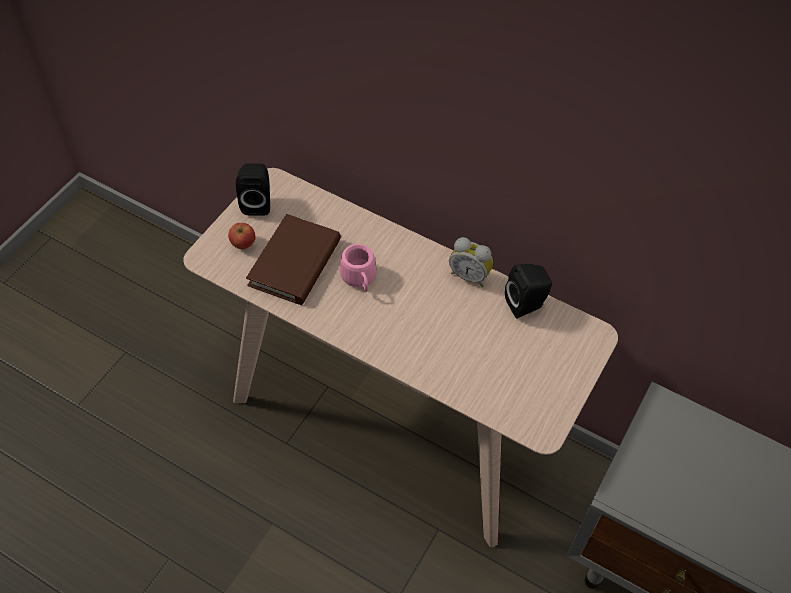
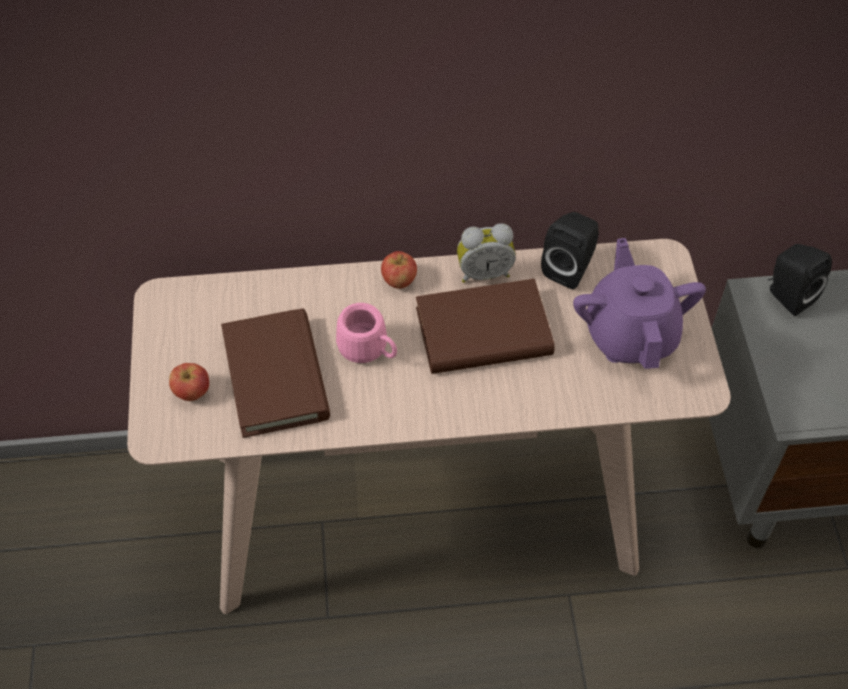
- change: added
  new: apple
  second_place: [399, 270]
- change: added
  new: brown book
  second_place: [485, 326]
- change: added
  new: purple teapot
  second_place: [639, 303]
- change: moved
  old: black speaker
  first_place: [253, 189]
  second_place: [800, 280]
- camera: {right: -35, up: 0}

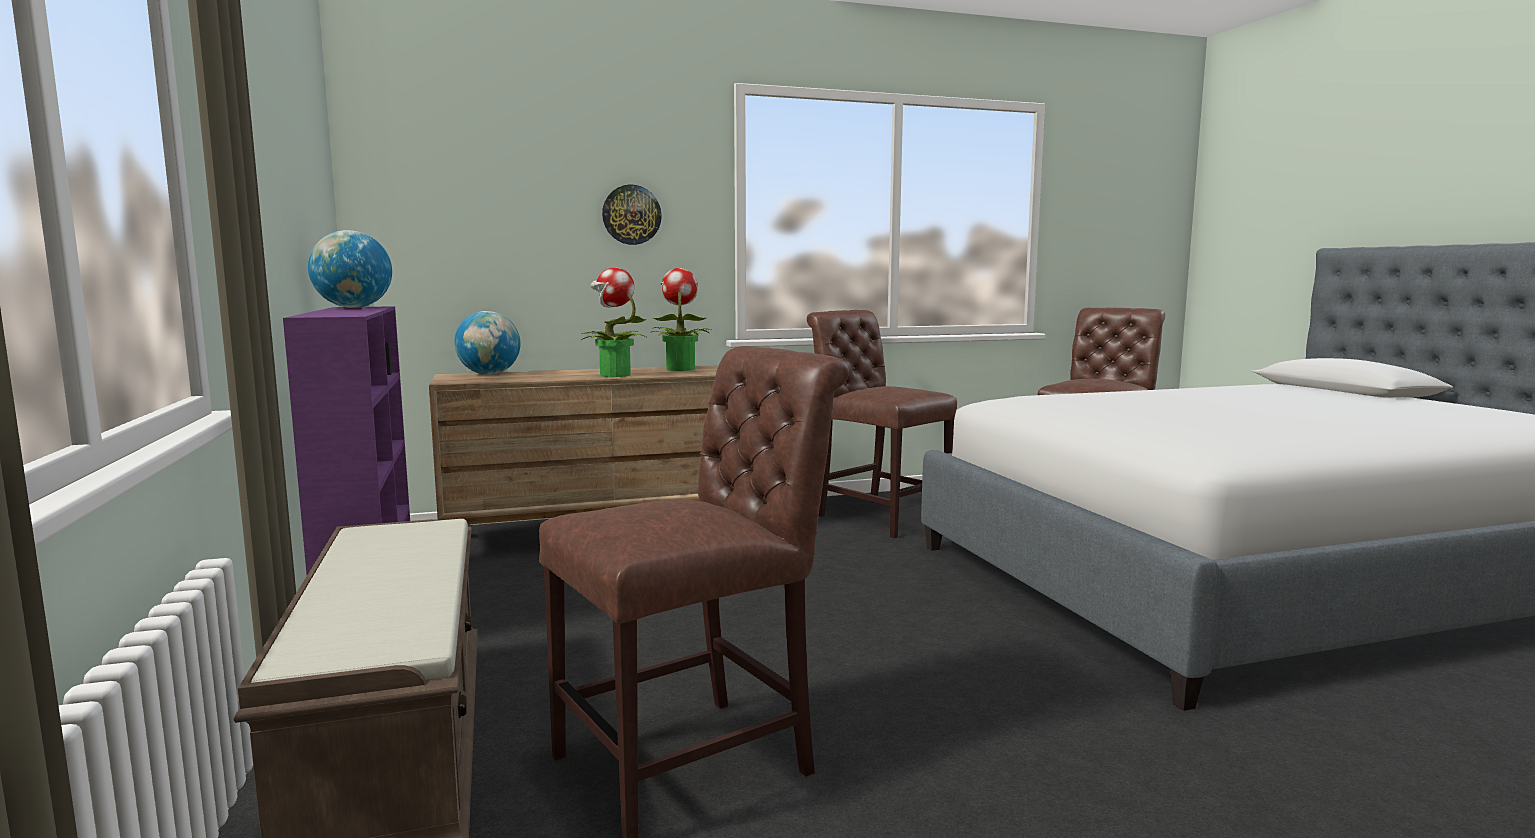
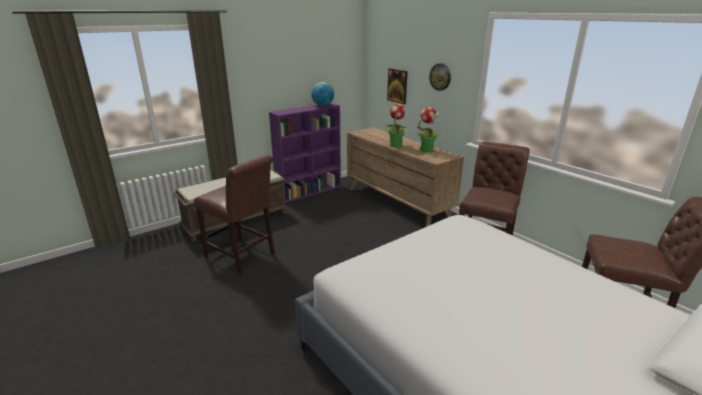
- change: added
  new: picture
  second_place: [397, 86]
- change: removed
  old: globe
  first_place: [487, 343]
- camera: {right: 70, up: 15}

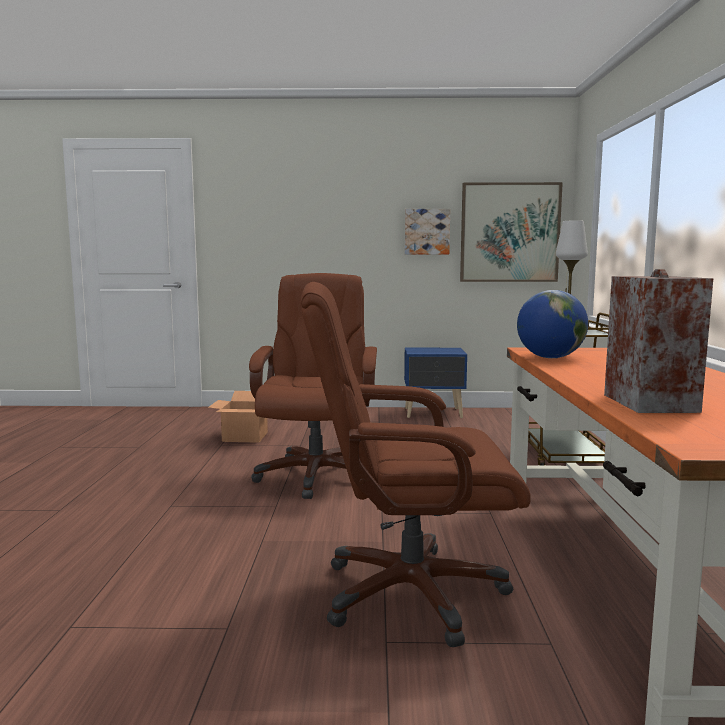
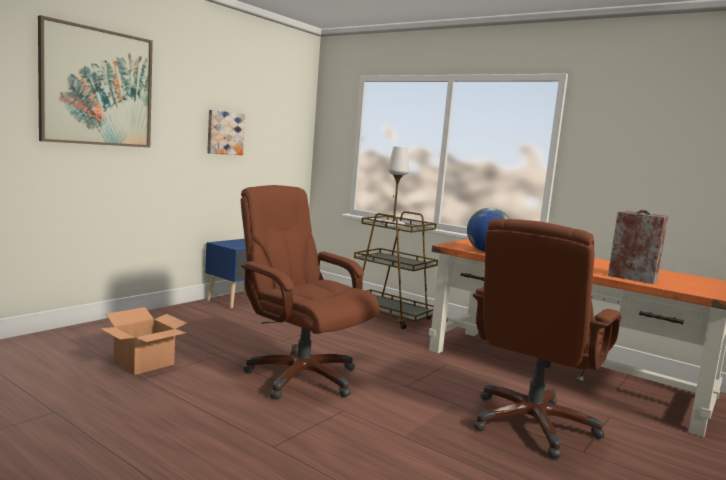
- change: moved
  old: picture
  first_place: [511, 232]
  second_place: [95, 81]
- camera: {right: -55, up: 0}

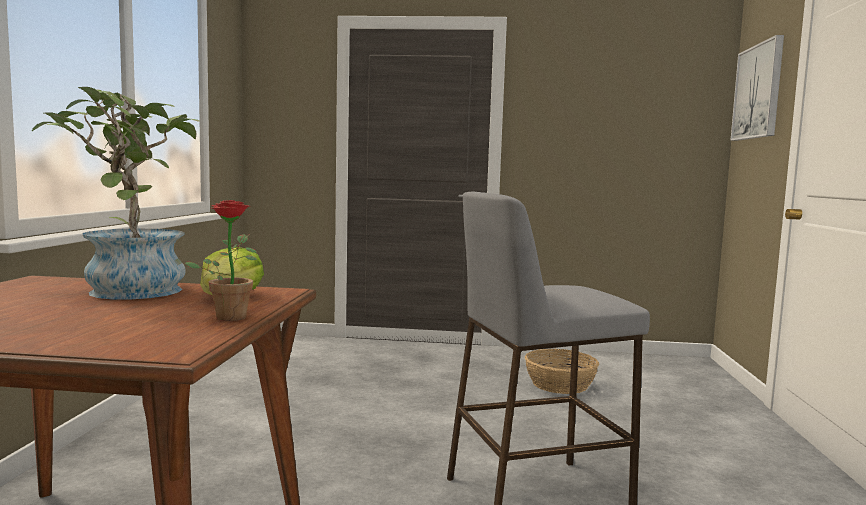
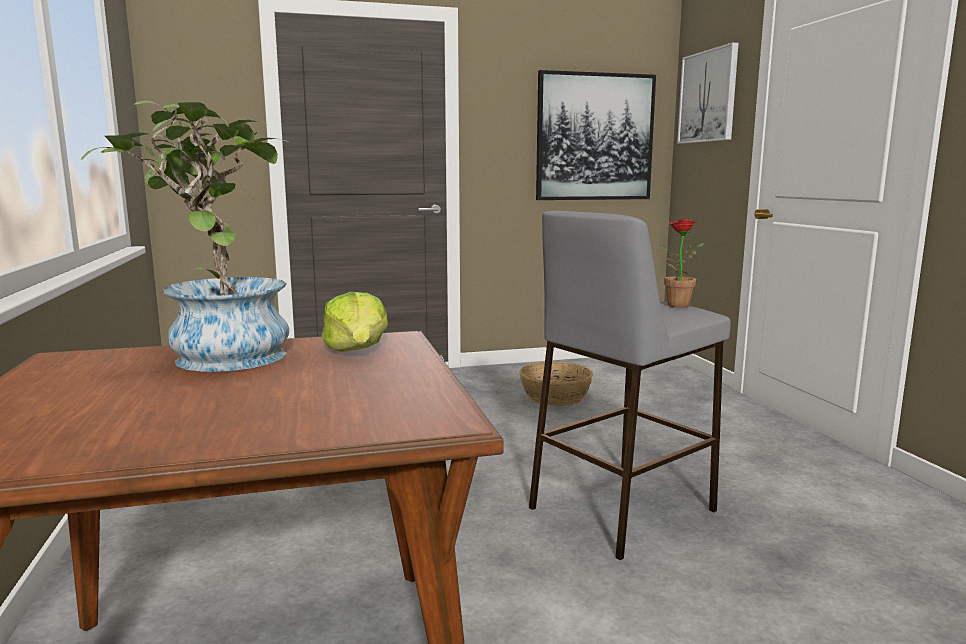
- change: added
  new: picture
  second_place: [596, 135]
- change: moved
  old: potted plant
  first_place: [221, 260]
  second_place: [682, 263]
- camera: {right: -20, up: 5}

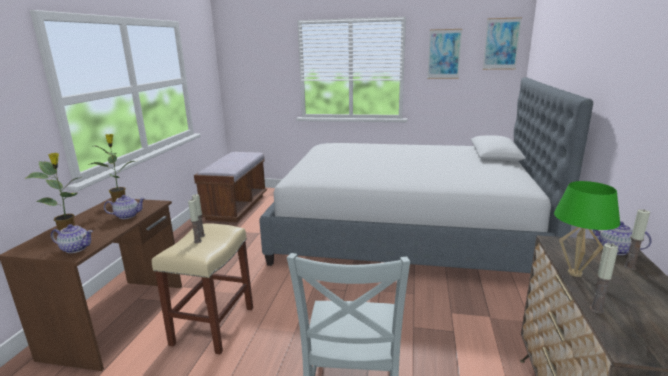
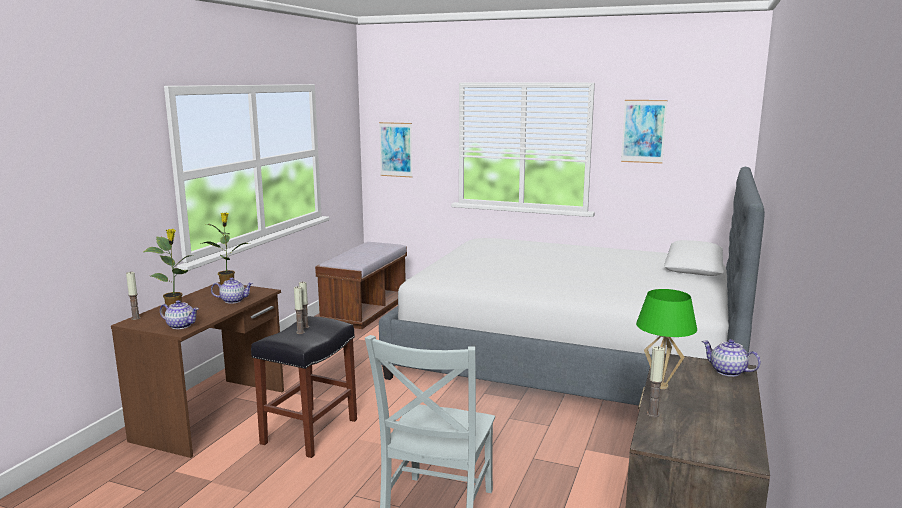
- change: moved
  old: candle
  first_place: [637, 239]
  second_place: [133, 296]
- change: recoloured
  old: beige stool
  new: black stool
  first_place: [202, 289]
  second_place: [304, 387]
- change: moved
  old: picture
  first_place: [502, 43]
  second_place: [395, 149]
- camera: {right: 10, up: -5}

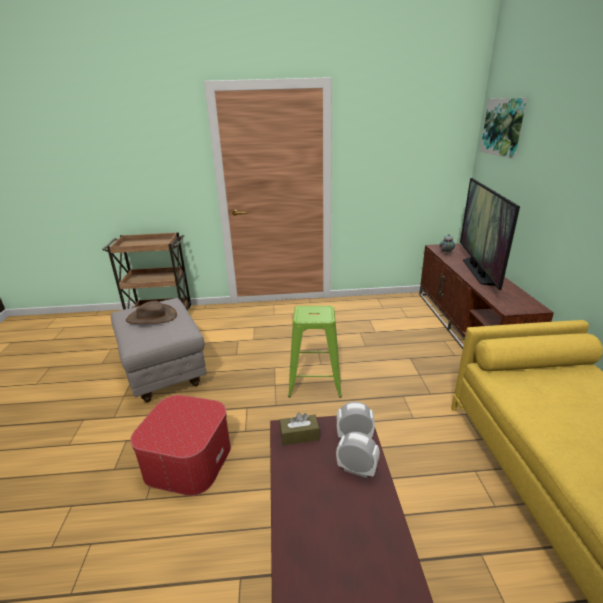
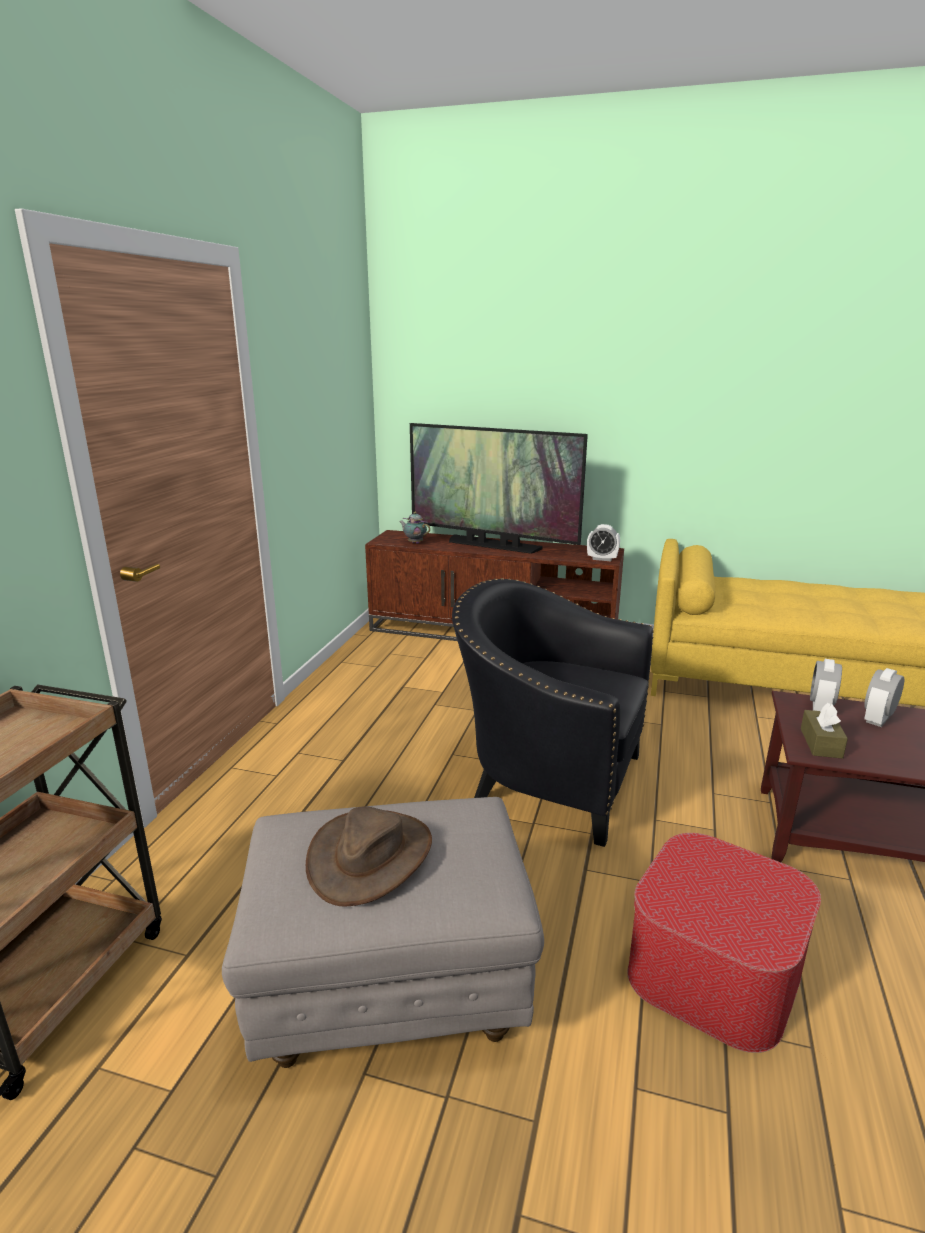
- change: replaced
  old: green stool
  new: black armchair
  first_place: [315, 352]
  second_place: [553, 712]
- change: added
  new: alarm clock
  second_place: [603, 542]
- change: removed
  old: picture
  first_place: [503, 128]
- camera: {right: -70, up: -5}

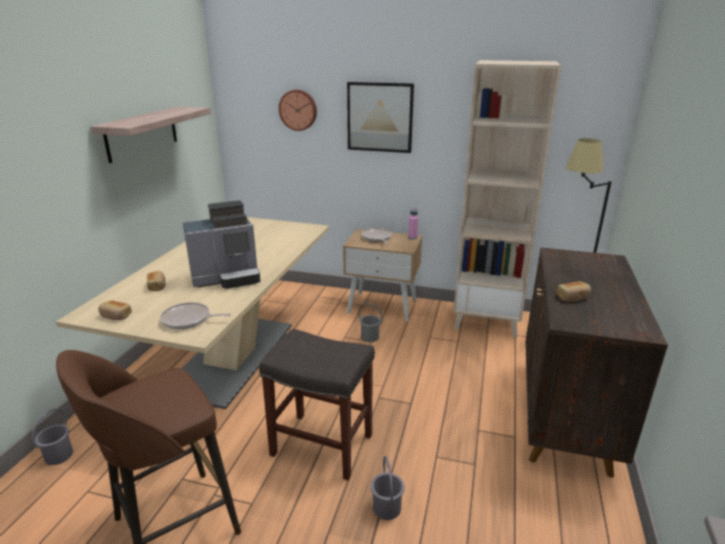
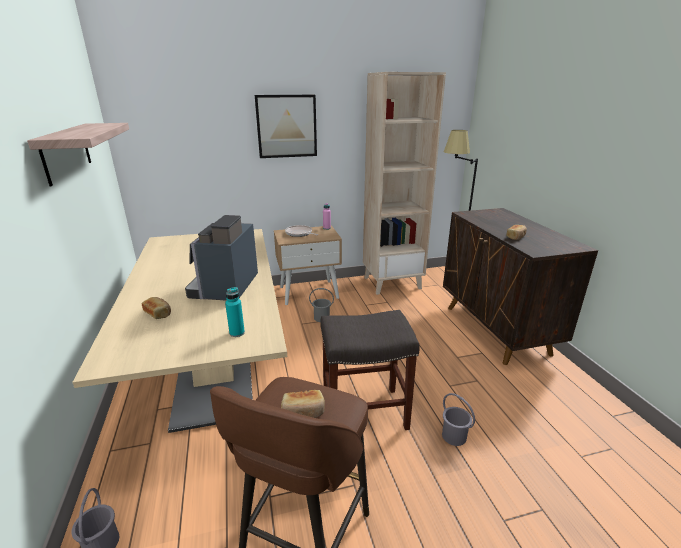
- change: turned
  old: coffee machine
  first_place: [222, 244]
  second_place: [221, 257]
  degrees: 150
- change: replaced
  old: frying pan
  new: turquoise bottle
  first_place: [195, 315]
  second_place: [235, 312]
- change: moved
  old: bread
  first_place: [115, 310]
  second_place: [303, 404]
- change: removed
  old: wall clock
  first_place: [298, 110]
- camera: {right: -30, up: 0}

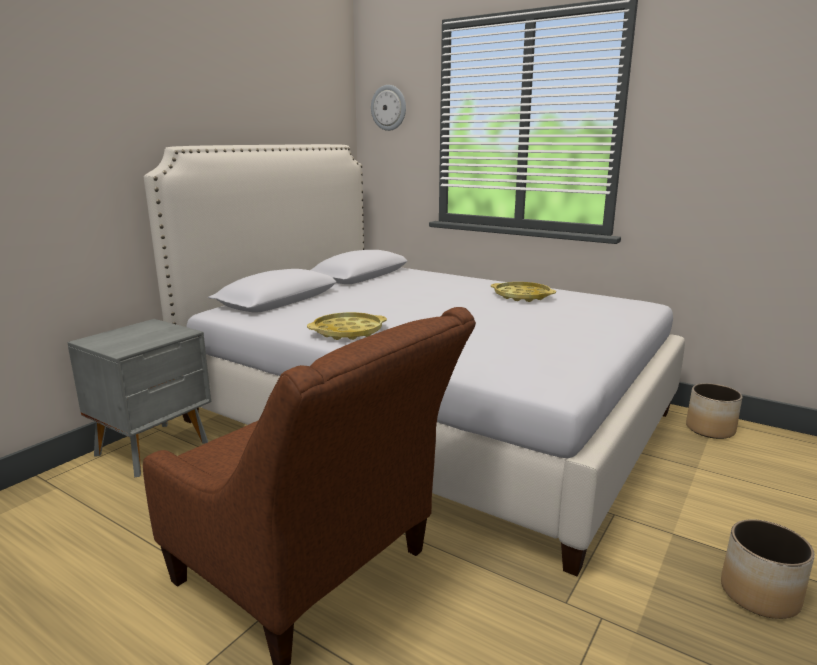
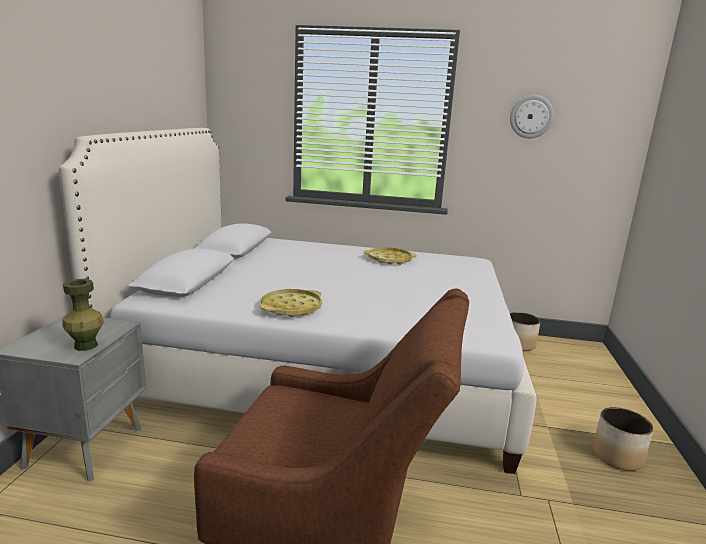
- change: added
  new: green vase
  second_place: [83, 315]
- change: moved
  old: wall clock
  first_place: [388, 108]
  second_place: [532, 116]
- camera: {right: -25, up: 0}

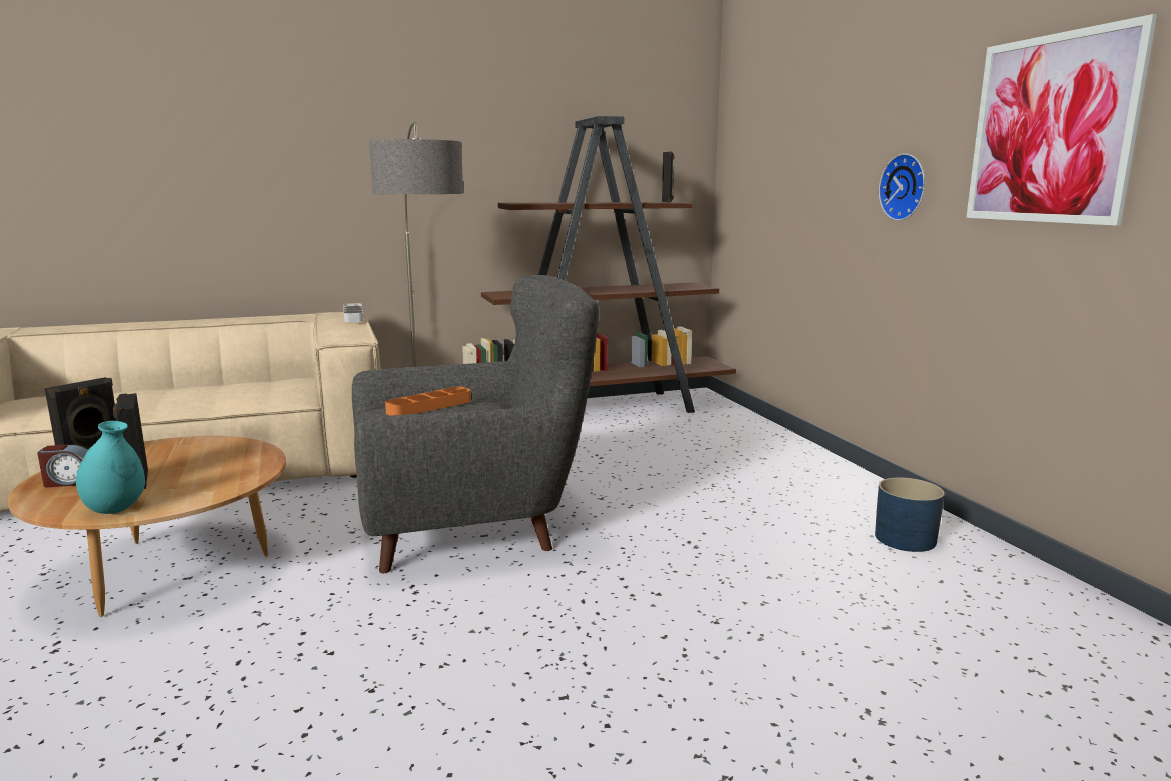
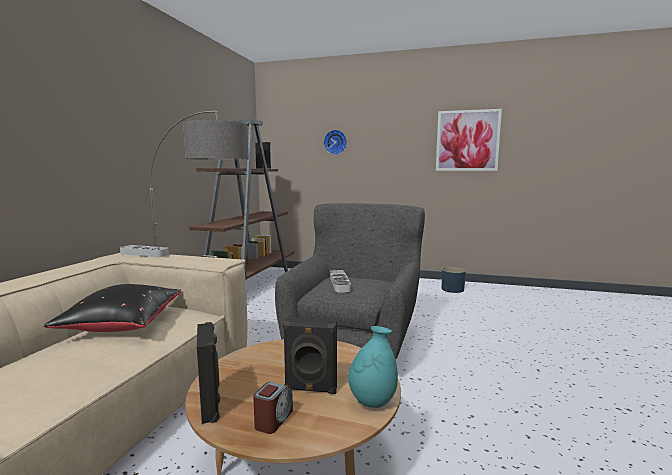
- change: added
  new: black pillow
  second_place: [112, 308]
- change: moved
  old: wall clock
  first_place: [902, 187]
  second_place: [335, 142]
- change: recoloured
  old: orange tray
  new: grey tray
  first_place: [428, 401]
  second_place: [340, 281]
- camera: {right: -55, up: -5}

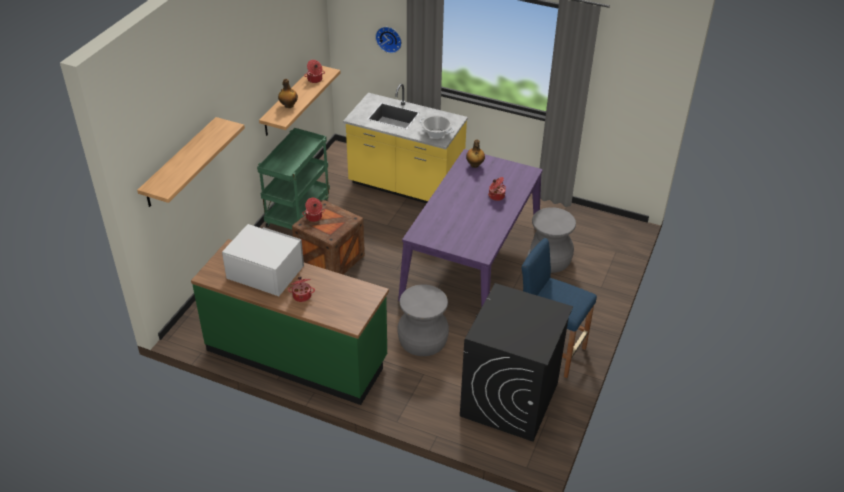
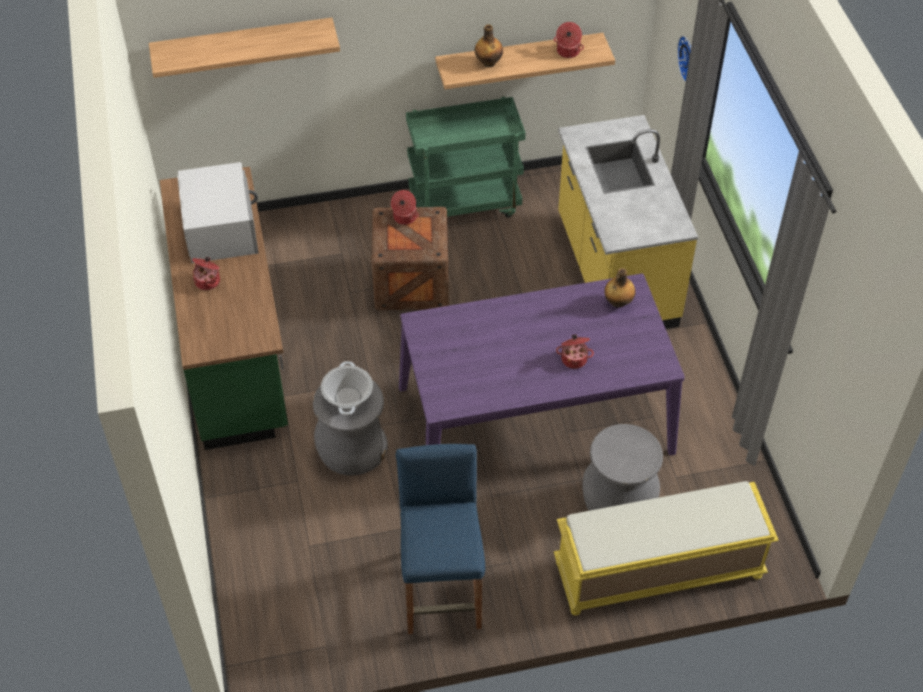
- change: moved
  old: cooking pot
  first_place: [437, 126]
  second_place: [347, 388]
- change: added
  new: yellow bench
  second_place: [666, 548]
- change: removed
  old: black washing machine
  first_place: [516, 362]
- camera: {right: 55, up: 10}

